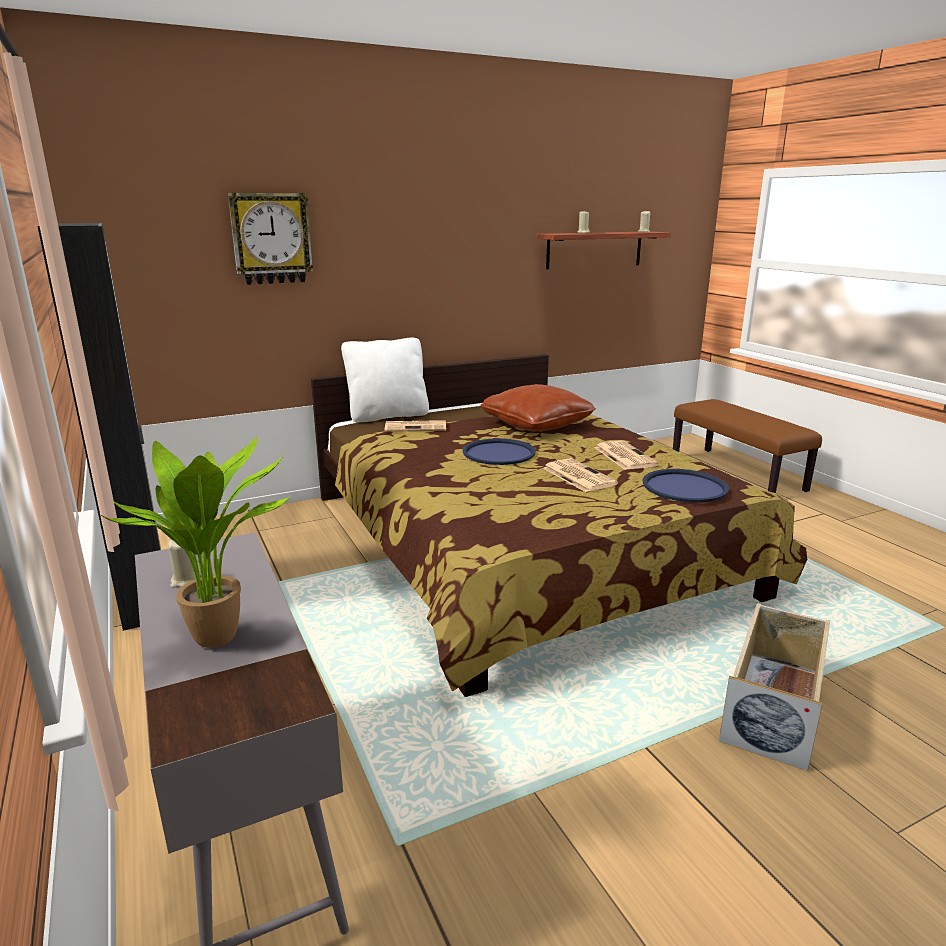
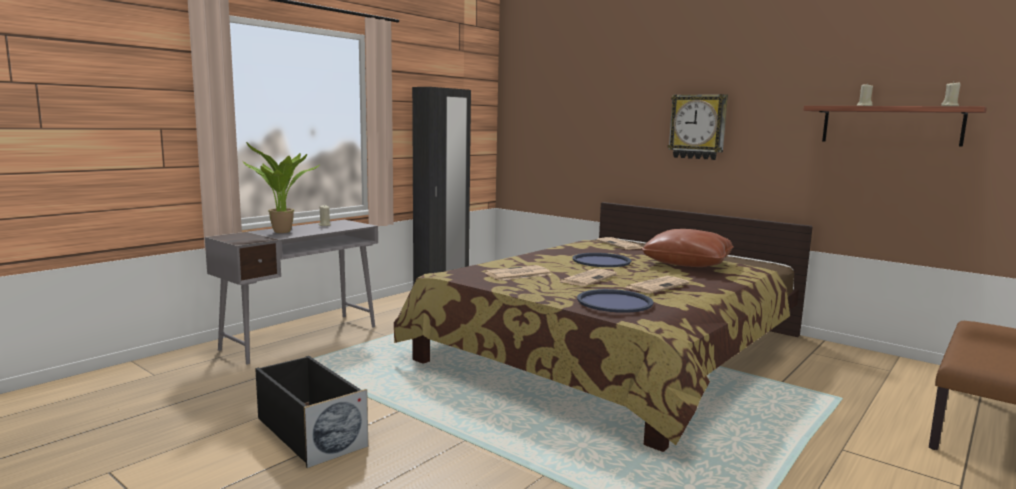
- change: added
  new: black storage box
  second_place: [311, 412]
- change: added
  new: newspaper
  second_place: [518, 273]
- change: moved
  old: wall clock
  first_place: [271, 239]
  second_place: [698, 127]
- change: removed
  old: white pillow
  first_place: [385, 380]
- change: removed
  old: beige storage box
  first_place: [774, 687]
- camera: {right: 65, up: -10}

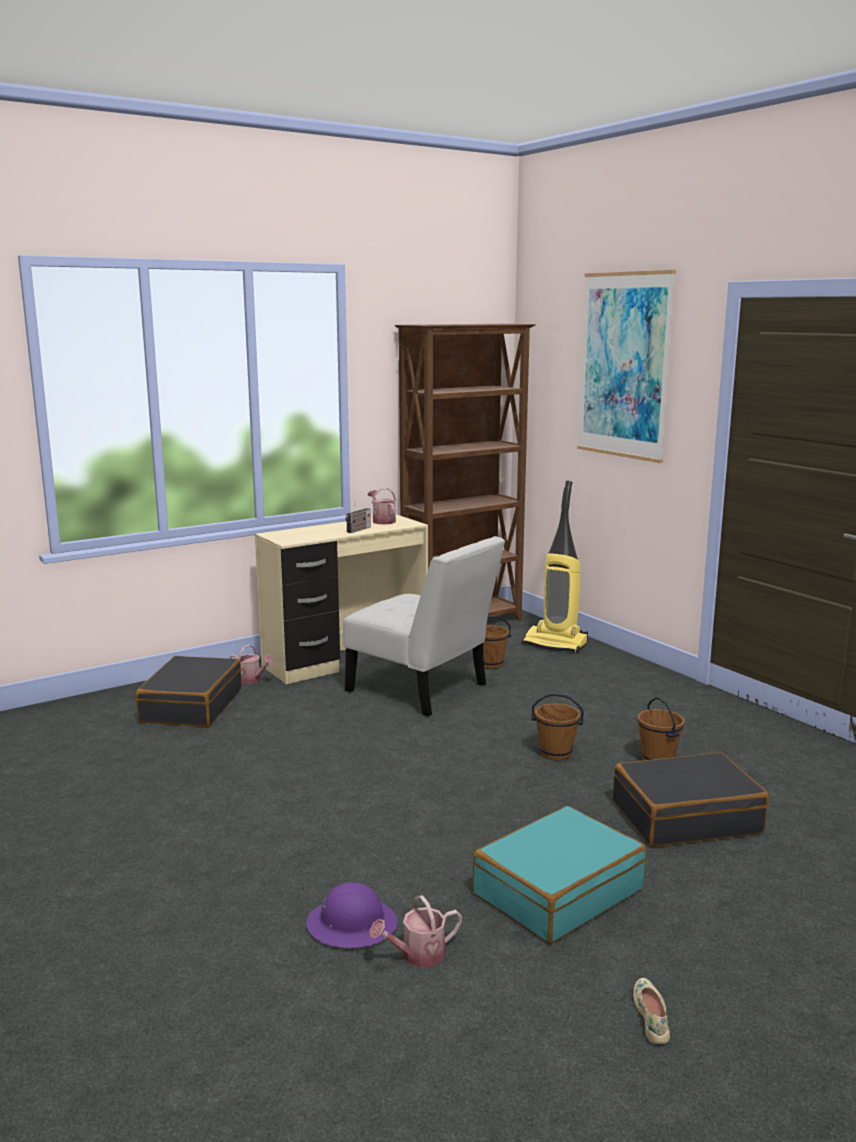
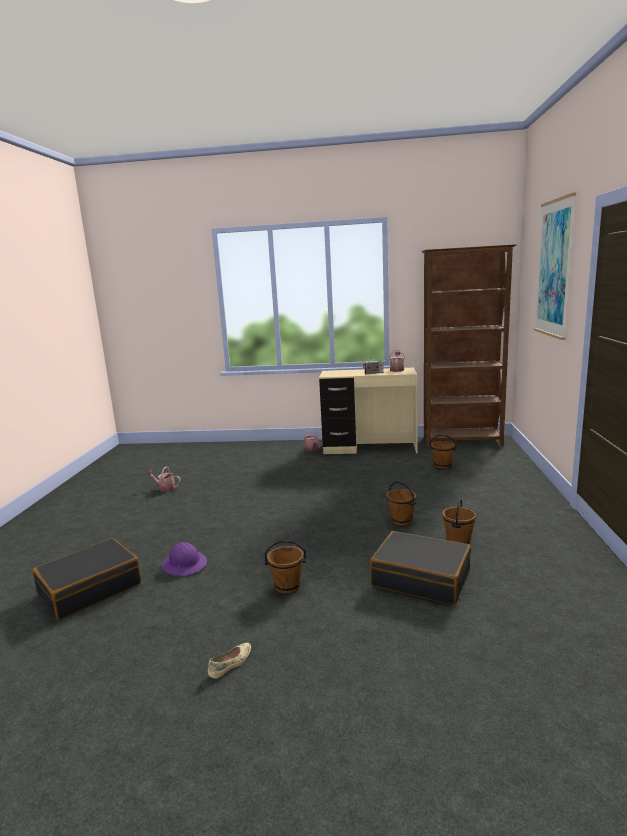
- change: moved
  old: black suitcase
  first_place: [188, 691]
  second_place: [86, 579]
- change: moved
  old: watering can
  first_place: [415, 931]
  second_place: [164, 479]
- change: replaced
  old: turquoise suitcase
  new: brown bucket
  first_place: [559, 875]
  second_place: [285, 567]
- change: removed
  old: white chair
  first_place: [424, 626]
- change: removed
  old: vacuum cleaner
  first_place: [555, 567]
- camera: {right: 40, up: 0}

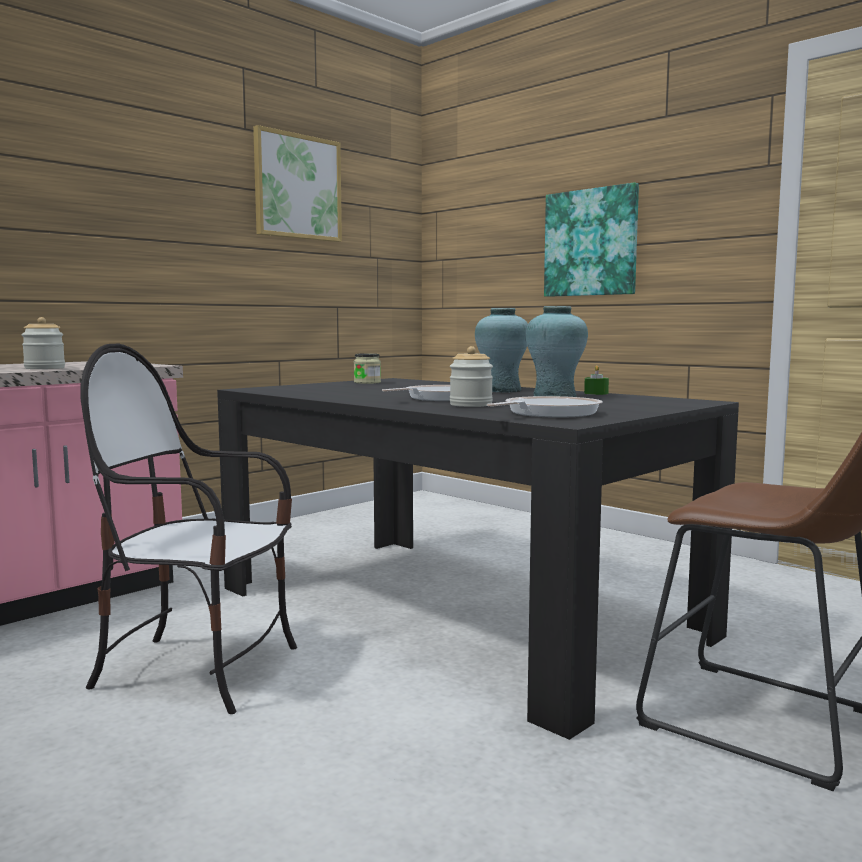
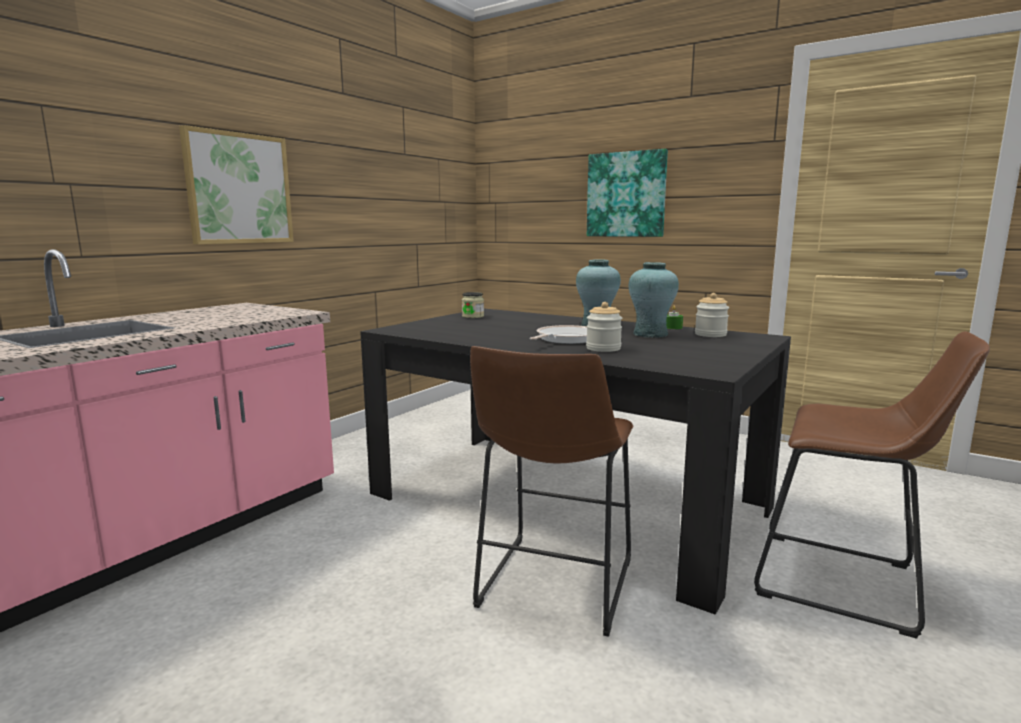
- change: moved
  old: picture
  first_place: [297, 183]
  second_place: [236, 184]
- change: added
  new: brown stool
  second_place: [551, 491]
- change: moved
  old: jar
  first_place: [43, 343]
  second_place: [712, 315]
- change: removed
  old: chair
  first_place: [188, 528]
- change: removed
  old: frying pan
  first_place: [545, 407]
- camera: {right: -10, up: 5}

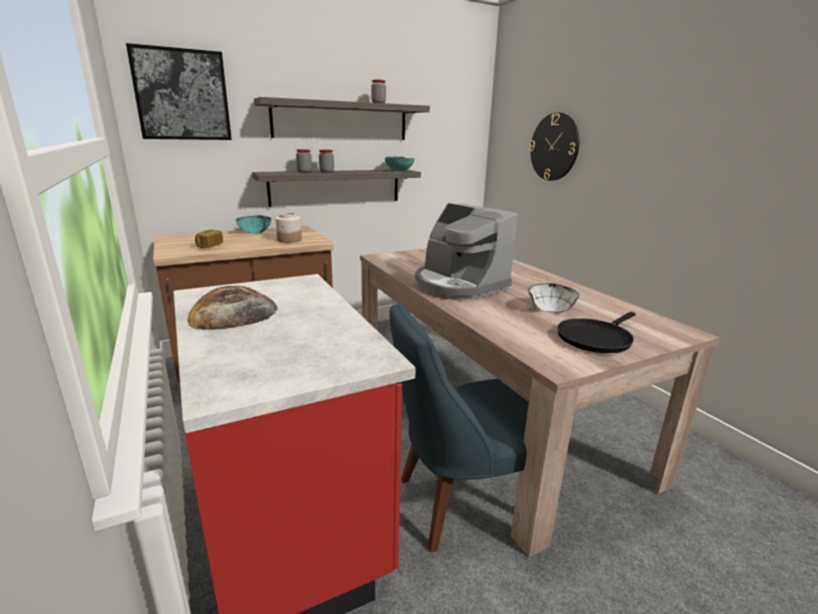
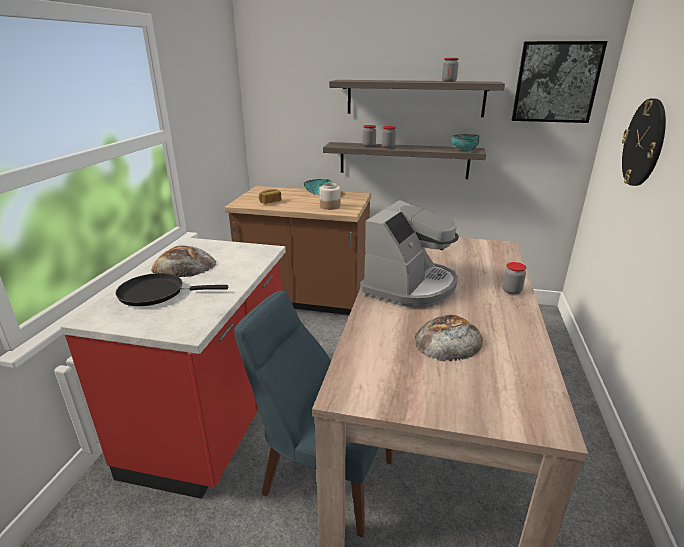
- change: moved
  old: black frying pan
  first_place: [596, 332]
  second_place: [171, 289]
- change: turned
  old: coffee machine
  first_place: [466, 251]
  second_place: [409, 253]
  degrees: -150
- change: replaced
  old: white bowl
  new: bread
  first_place: [553, 298]
  second_place: [448, 338]
- change: added
  new: jar
  second_place: [514, 278]
- change: moved
  old: picture
  first_place: [179, 91]
  second_place: [559, 82]
- camera: {right: 40, up: 5}

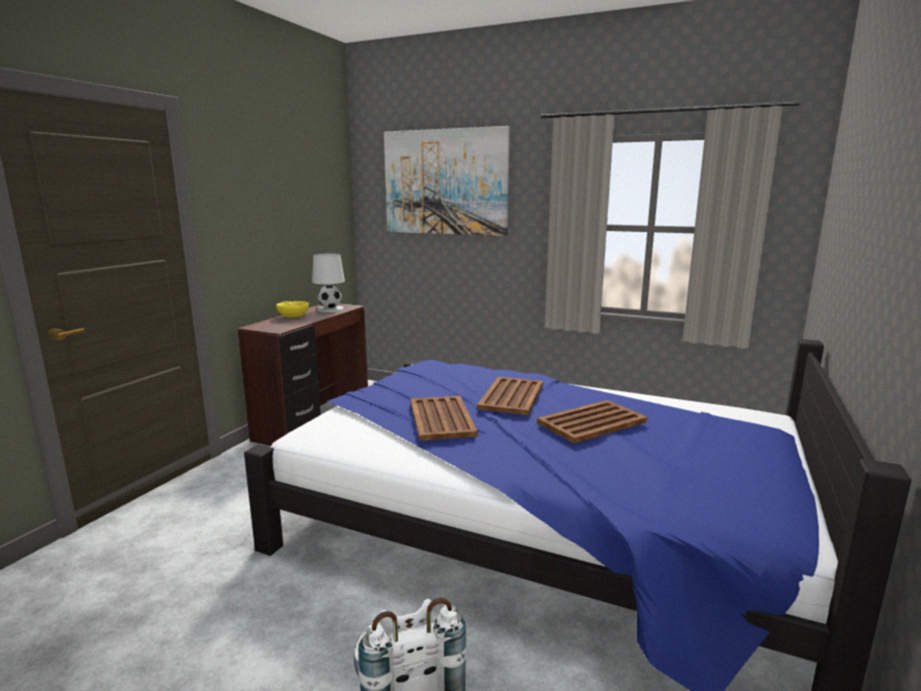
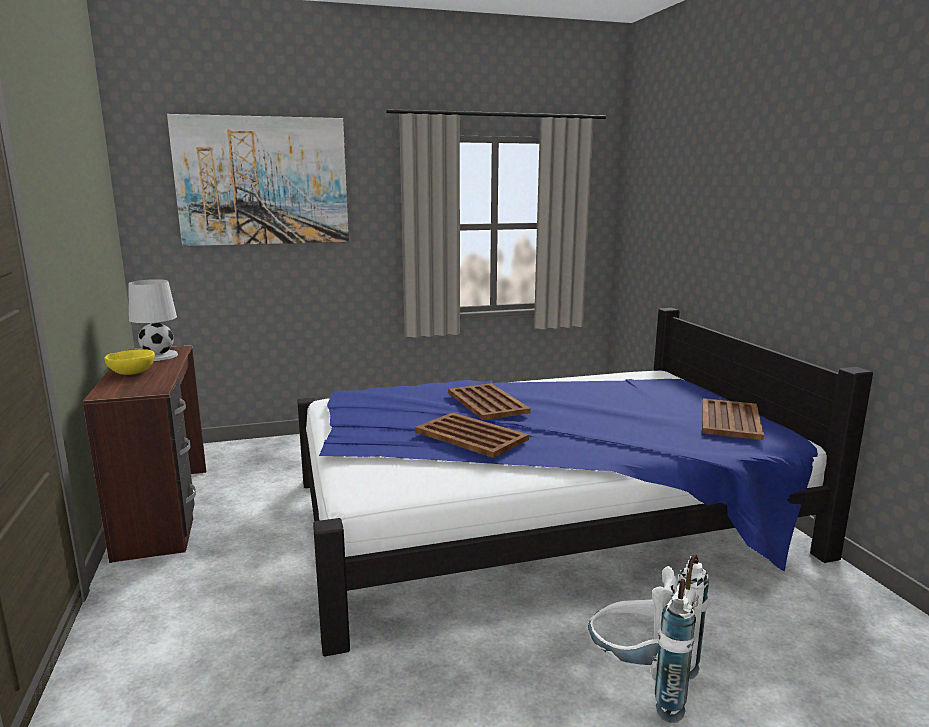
- change: moved
  old: brown tray
  first_place: [592, 422]
  second_place: [733, 419]
- camera: {right: -40, up: 0}

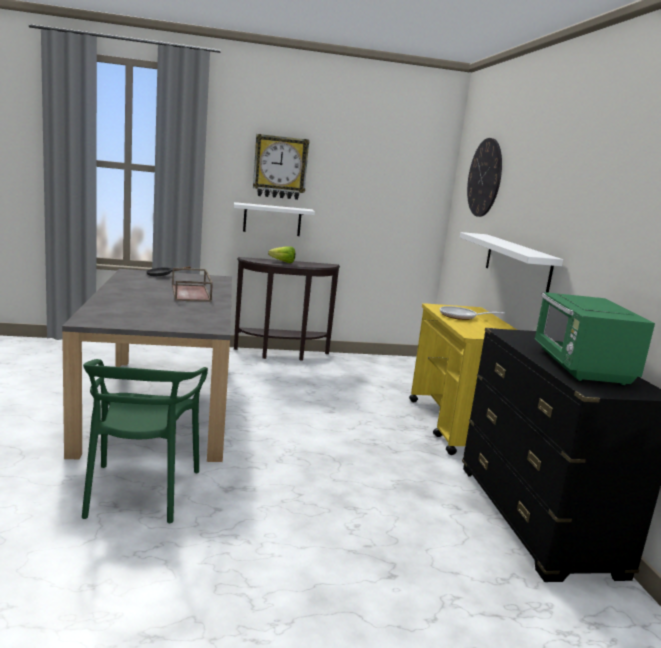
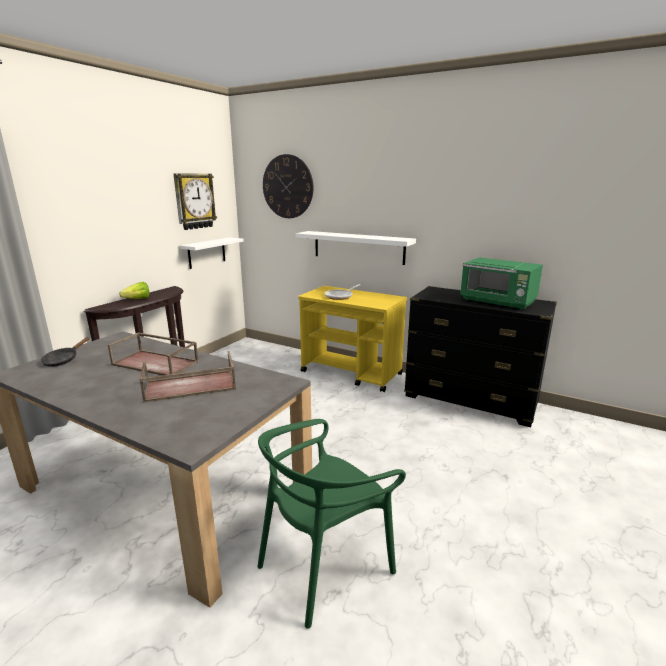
- change: added
  new: brown tray
  second_place: [187, 377]
- change: moved
  old: wall clock
  first_place: [281, 167]
  second_place: [195, 201]
- change: moved
  old: white shelf
  first_place: [274, 219]
  second_place: [212, 253]
- change: turned
  old: green chair
  first_place: [145, 441]
  second_place: [331, 524]
  degrees: 105
- camera: {right: -50, up: 5}

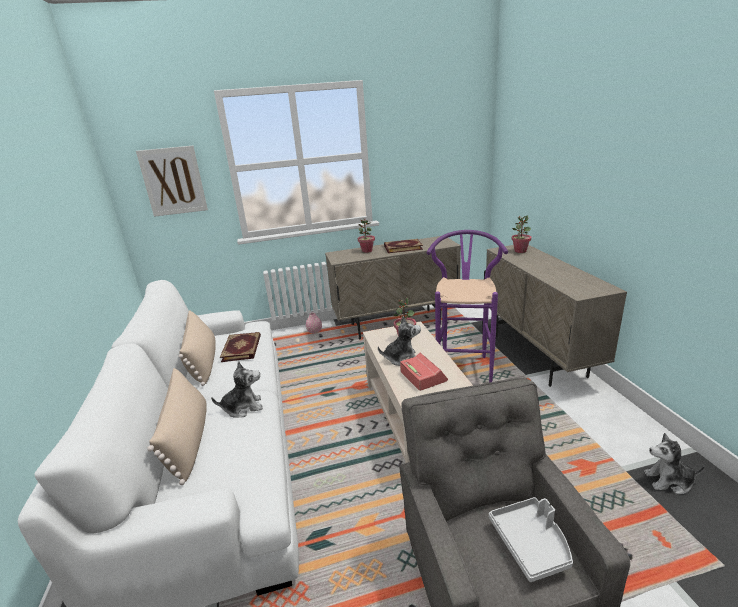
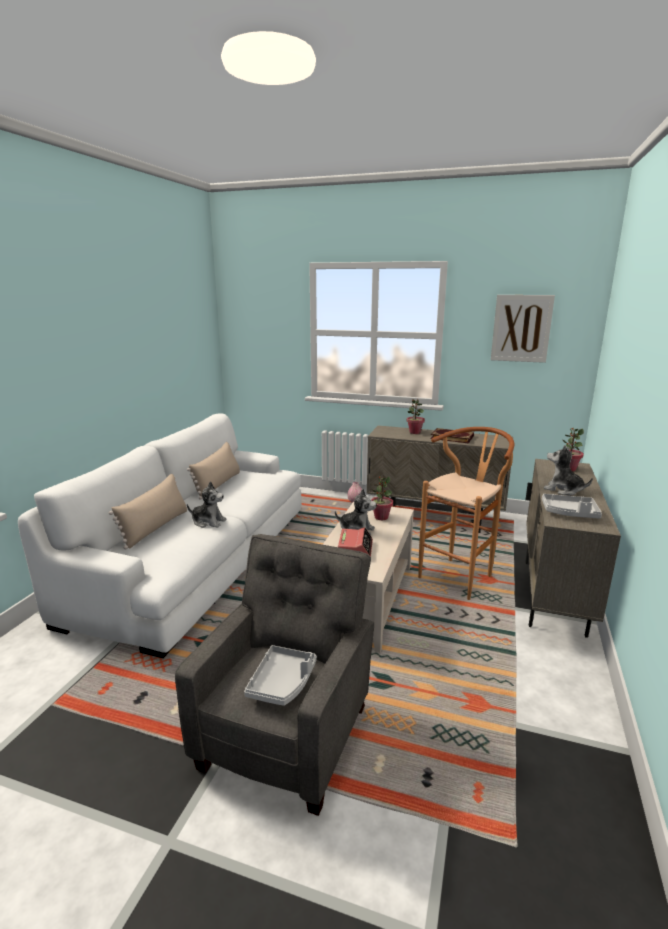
- change: recoloured
  old: purple stool
  new: brown stool
  first_place: [467, 306]
  second_place: [466, 513]
- change: moved
  old: picture
  first_place: [172, 181]
  second_place: [523, 329]
- change: added
  new: grey tray
  second_place: [572, 506]
- change: moved
  old: plush toy
  first_place: [674, 464]
  second_place: [568, 470]
- change: removed
  old: book
  first_place: [240, 347]
- camera: {right: 30, up: -5}

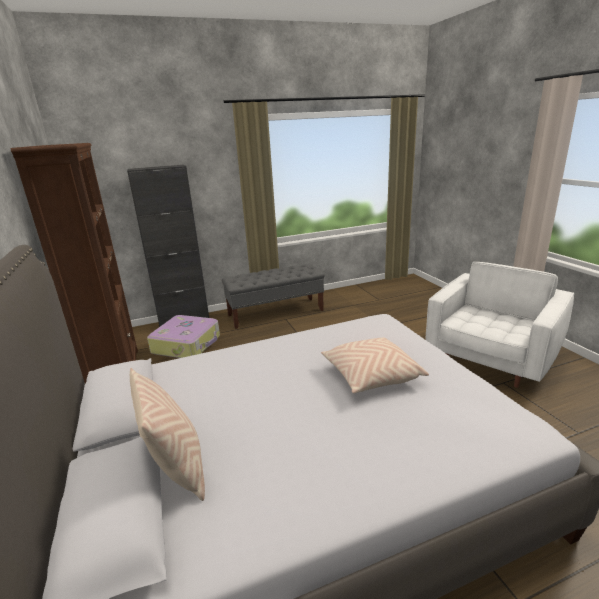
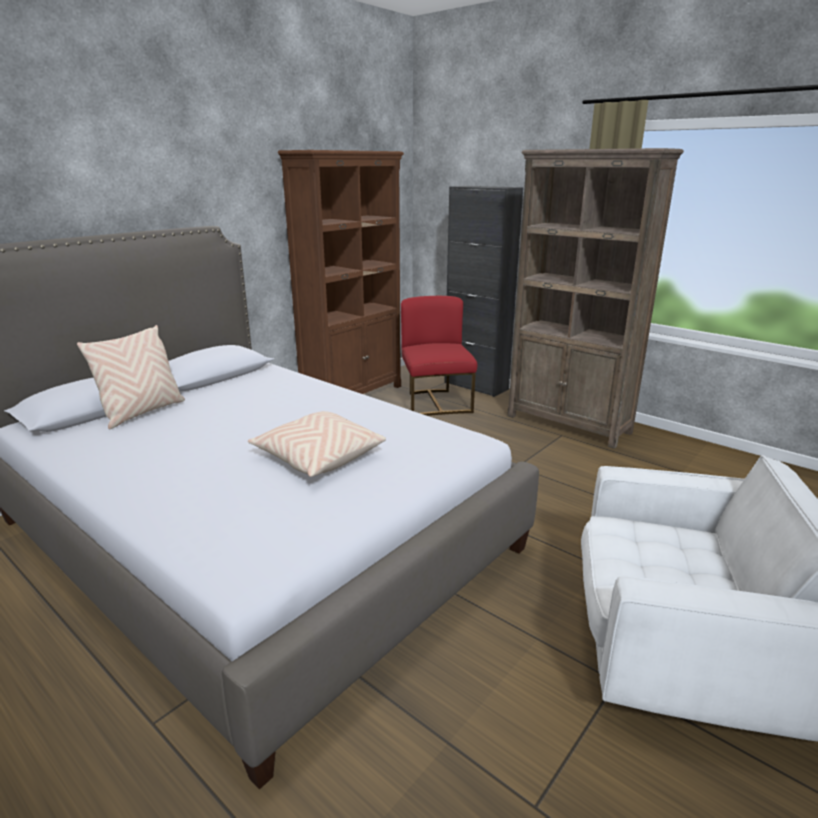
- change: replaced
  old: suitcase
  new: red chair
  first_place: [183, 336]
  second_place: [439, 356]
- change: replaced
  old: grey bench
  new: brown bookcase
  first_place: [273, 296]
  second_place: [595, 298]
- camera: {right: 60, up: 0}

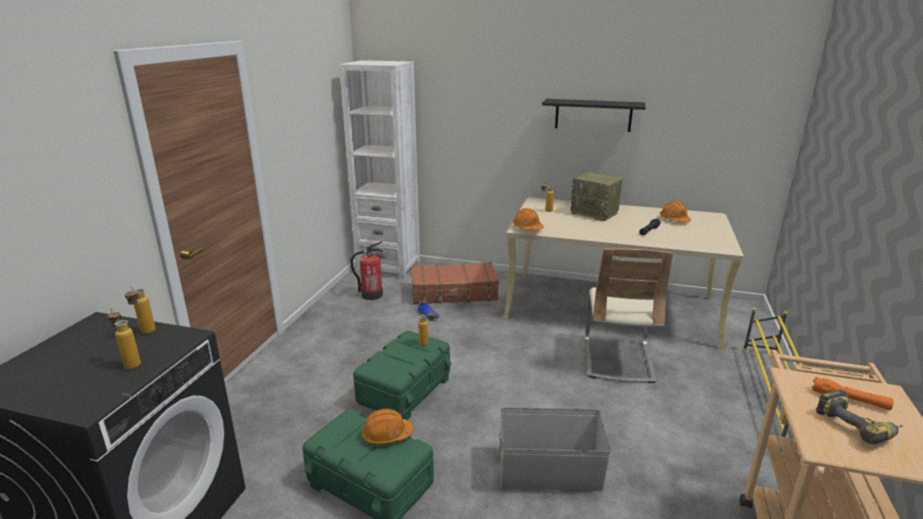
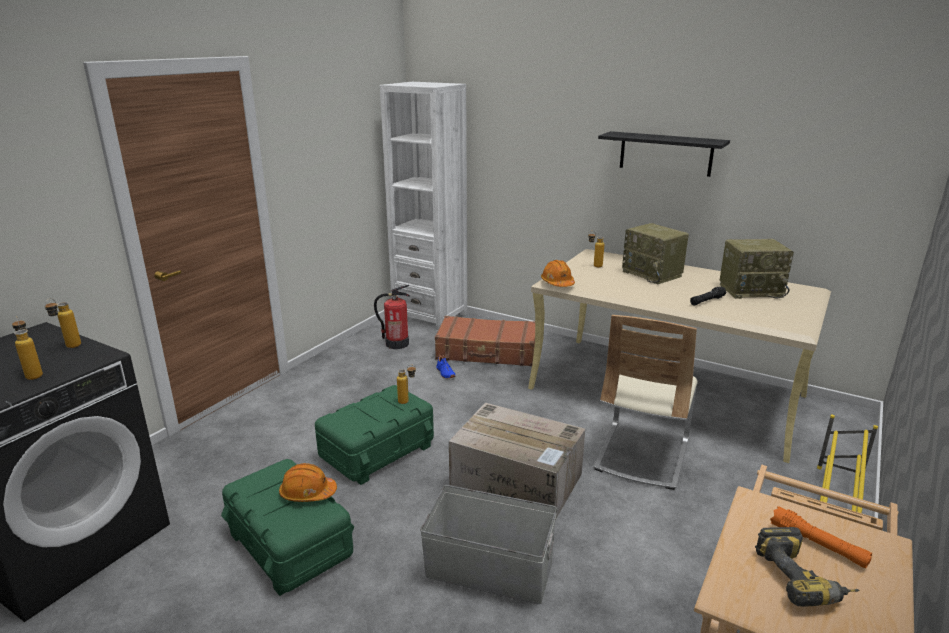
- change: added
  new: cardboard box
  second_place: [517, 461]
- change: replaced
  old: orange hard hat
  new: radio
  first_place: [675, 211]
  second_place: [757, 269]
- camera: {right: 15, up: 0}

